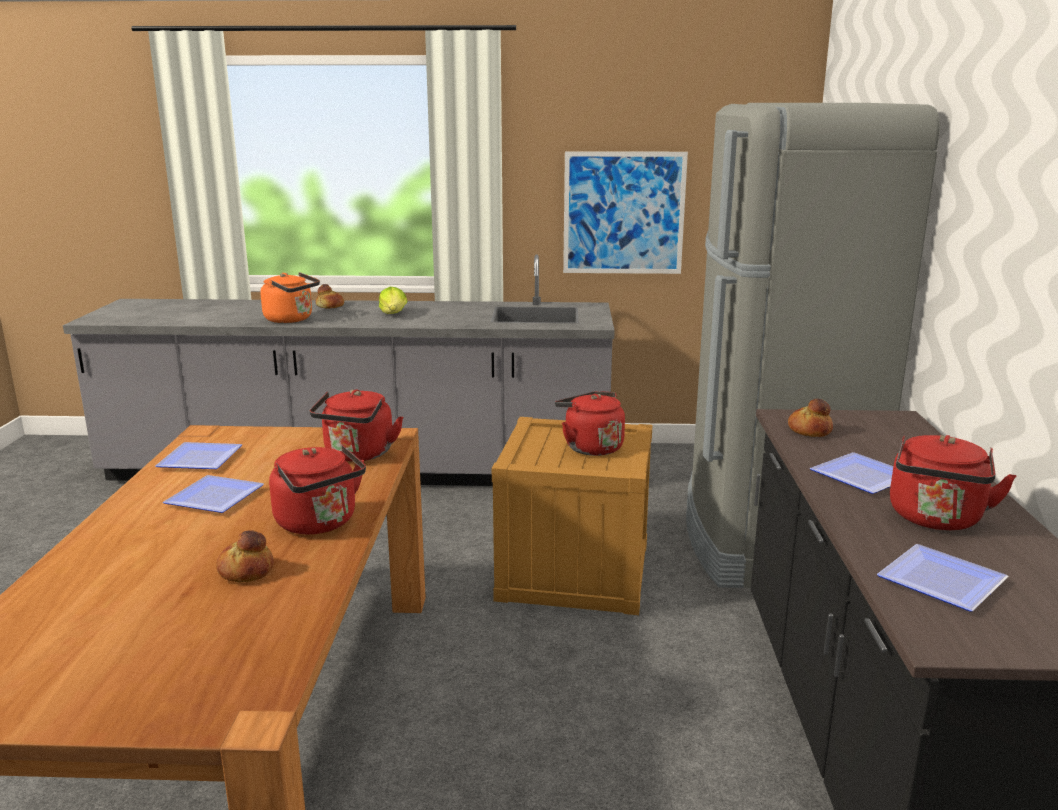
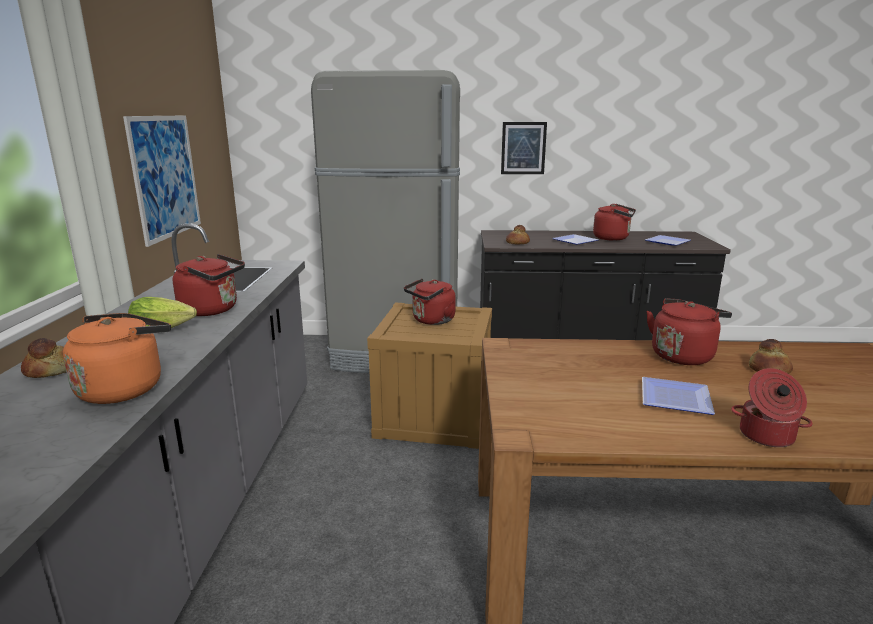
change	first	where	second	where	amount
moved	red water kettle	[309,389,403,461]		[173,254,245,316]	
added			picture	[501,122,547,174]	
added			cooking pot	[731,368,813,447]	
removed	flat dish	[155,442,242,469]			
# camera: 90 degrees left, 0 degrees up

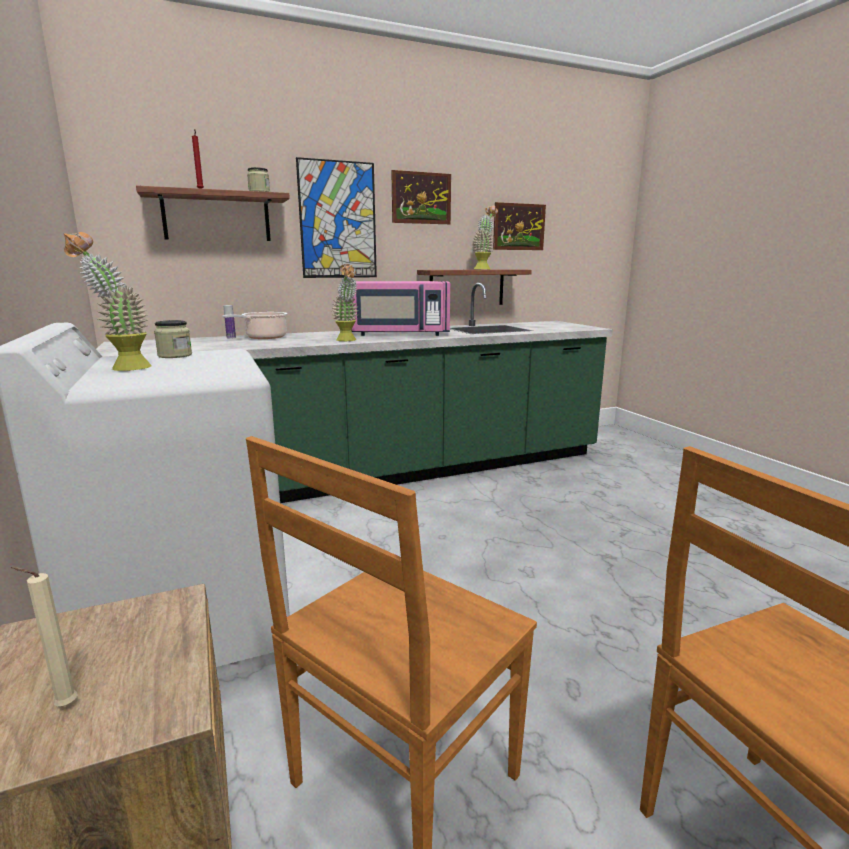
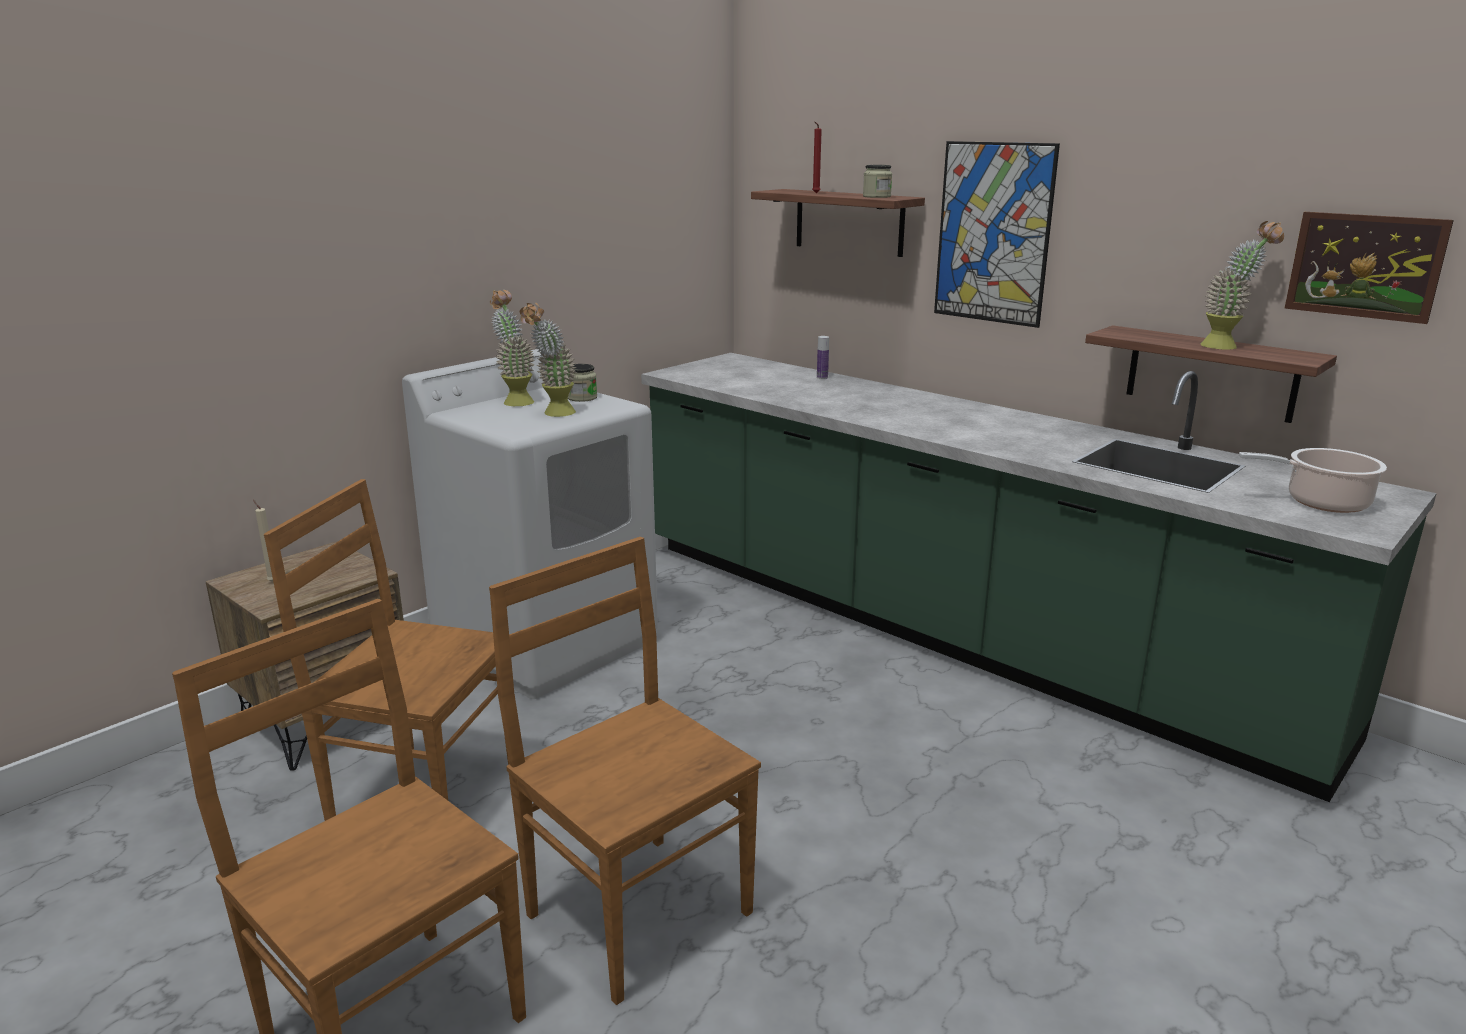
change	first	where	second	where	amount
added			brown plain chair	[489,537,761,1005]	
moved	plant in a pot	[332,264,358,341]		[520,303,577,417]	
moved	cooking pot	[222,312,287,339]		[1239,448,1387,513]	
removed	pink kitchen microwave	[351,281,450,336]			
removed	picture	[391,170,451,224]			
# camera: 65 degrees right, 5 degrees up

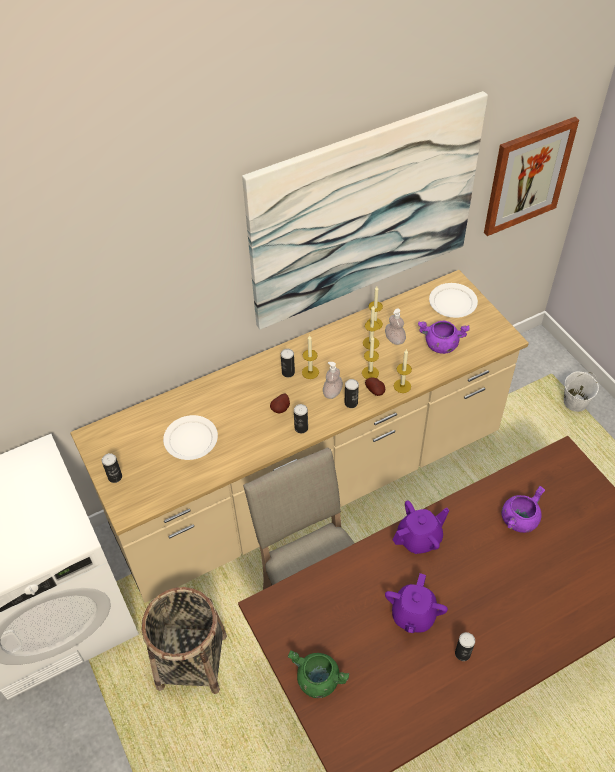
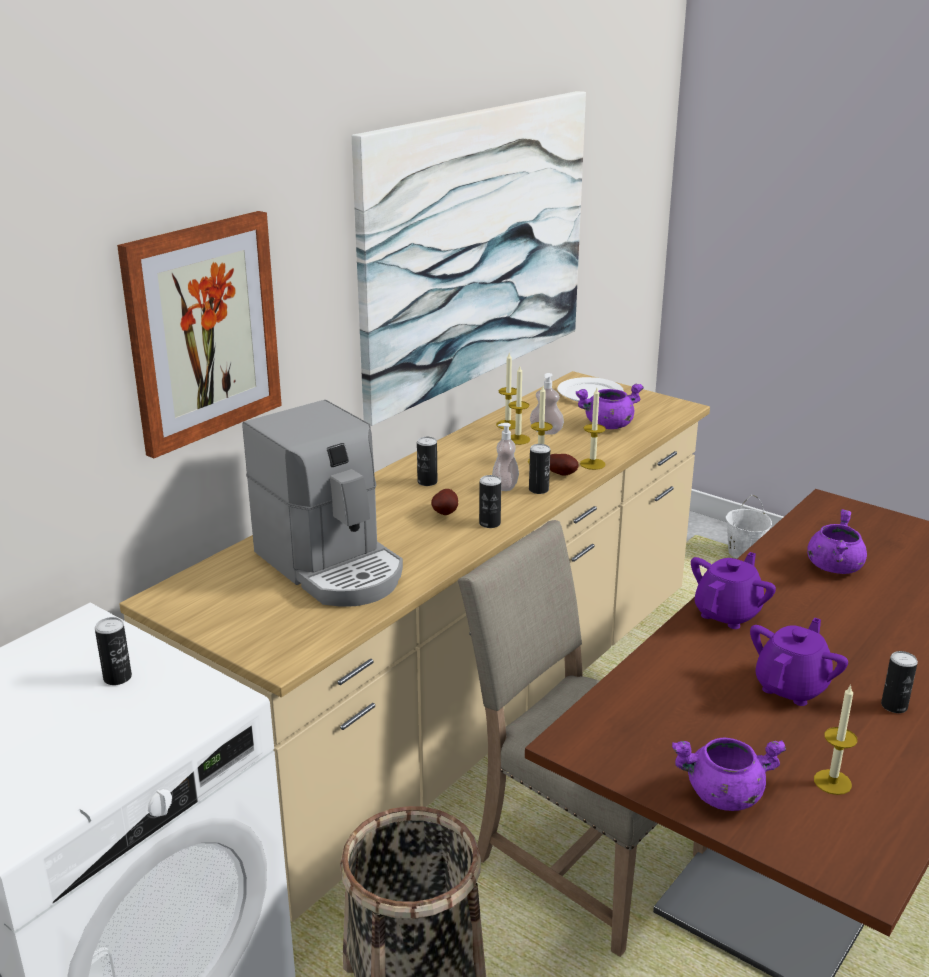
change	first	where	second	where	amount
moved	metal can	[102,453,122,483]		[95,617,132,685]	
moved	picture	[484,117,579,236]		[117,211,282,458]	
replaced	white flat dish	[163,415,218,460]	coffee machine	[243,400,403,607]	
recoloured	green-coloured cooking pot	[288,650,349,698]	purple-coloured cooking pot	[672,738,786,811]	
turned	purple-coloured pot for tea	[385,573,448,633]		[750,618,848,706]	135 degrees counterclockwise
moved	wax candle	[302,335,319,379]		[814,684,858,795]	
# camera: 25 degrees left, 25 degrees down

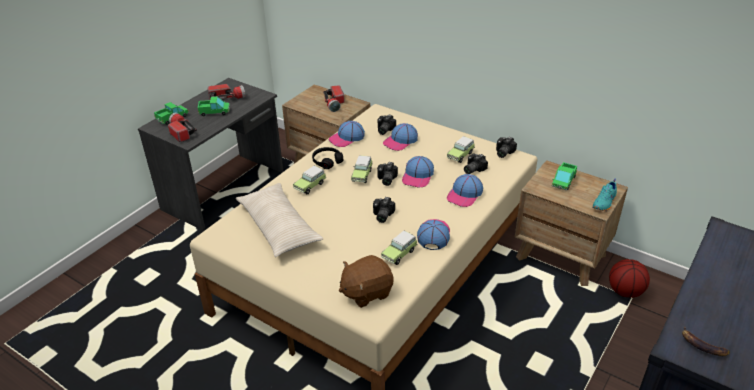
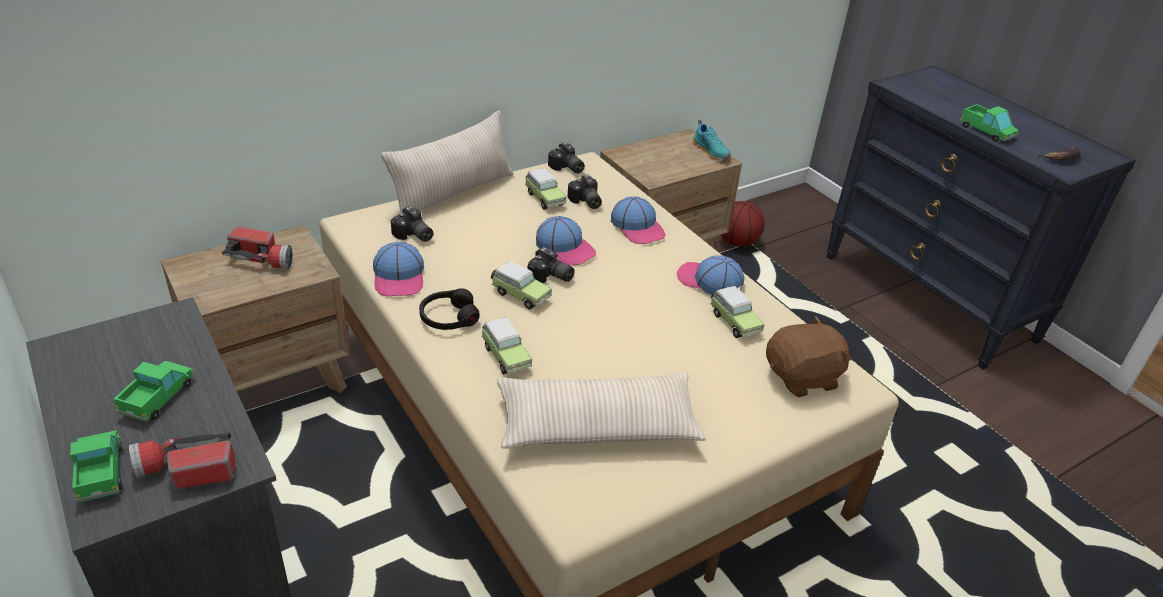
change	first	where	second	where	amount
added			beige cushion	[381,110,513,213]	
turned	brown cuddly toy	[339,255,393,308]		[766,316,852,397]	105 degrees counterclockwise
moved	toy truck	[552,162,577,190]		[960,104,1019,142]	
removed	torch	[208,84,246,99]			
removed	photo camera	[373,197,395,223]			
removed	peaked cap	[383,123,418,151]			
# camera: 70 degrees left, 0 degrees up

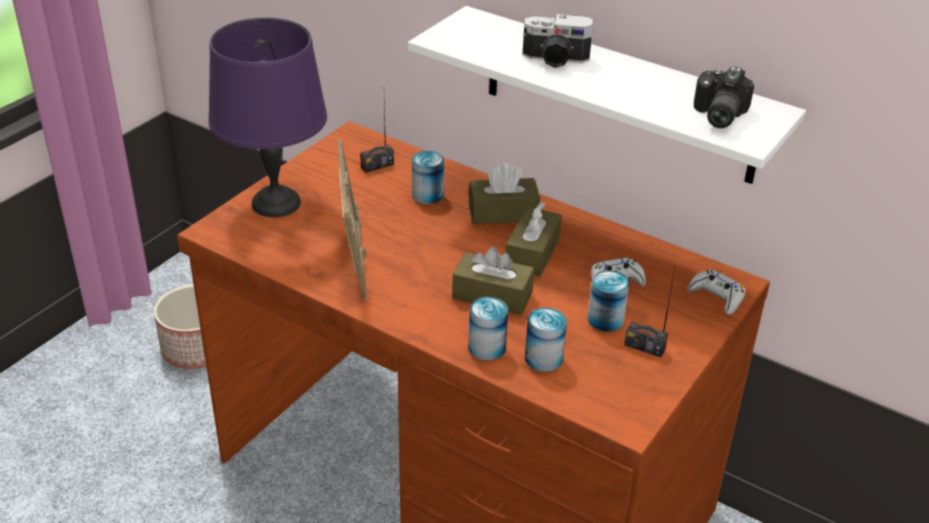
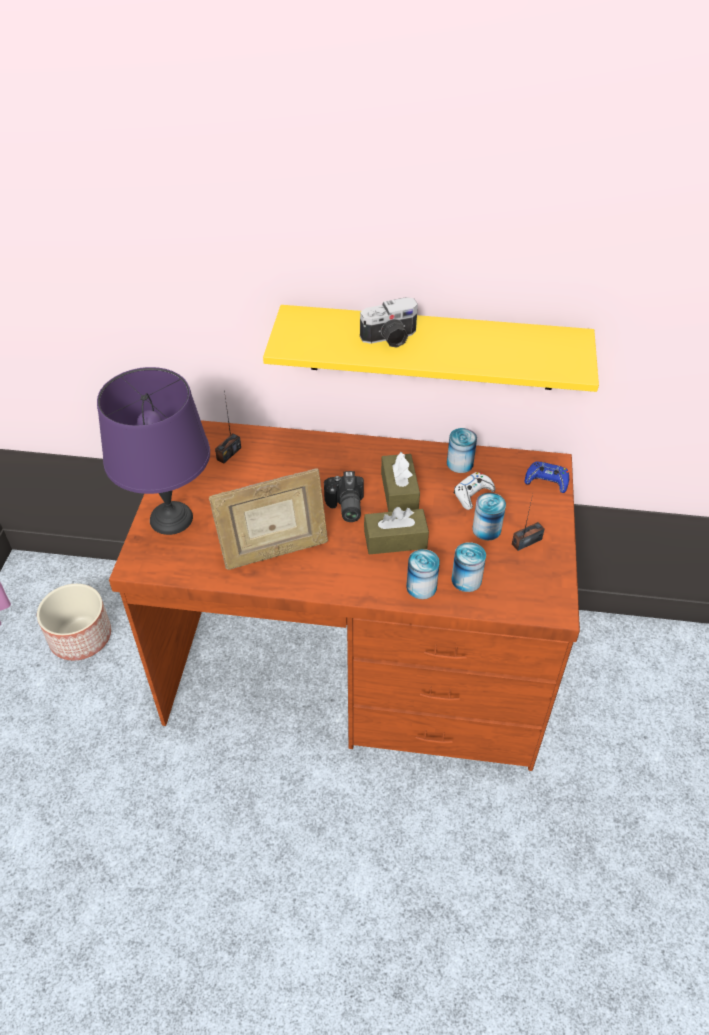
change	first	where	second	where	amount
turned	photo frame	[338,138,367,301]		[209,469,328,570]	105 degrees clockwise
recoloured	white bracket shelf	[408,6,806,184]	yellow-coloured bracket shelf	[263,305,599,392]	
moved	photo camera	[694,66,754,128]		[324,471,364,522]	
moved	metal can	[412,151,444,204]		[447,428,477,473]	
turned	radio set	[624,267,675,357]		[512,494,545,551]	150 degrees clockwise
recoloured	white game controller	[687,270,746,315]	blue game controller	[524,461,569,493]	
removed	brown tissue holder	[469,163,540,224]			
# camera: 25 degrees left, 10 degrees up

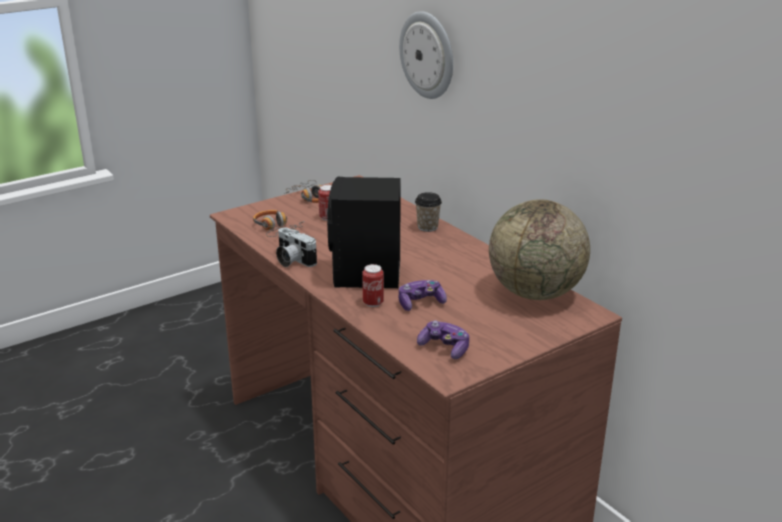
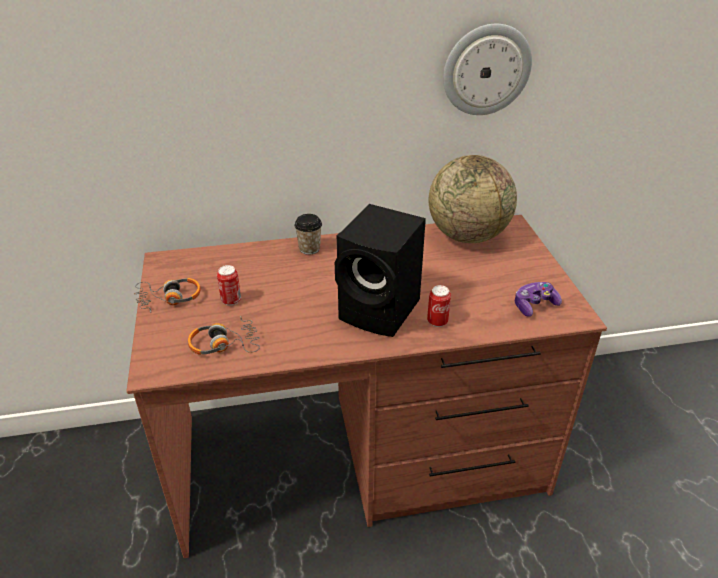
change	first	where	second	where	amount
moved	hanging clock	[399,11,453,99]		[443,24,532,115]	
removed	photo camera	[276,227,317,267]			
removed	game controller	[399,280,447,311]			
# camera: 65 degrees left, 10 degrees up

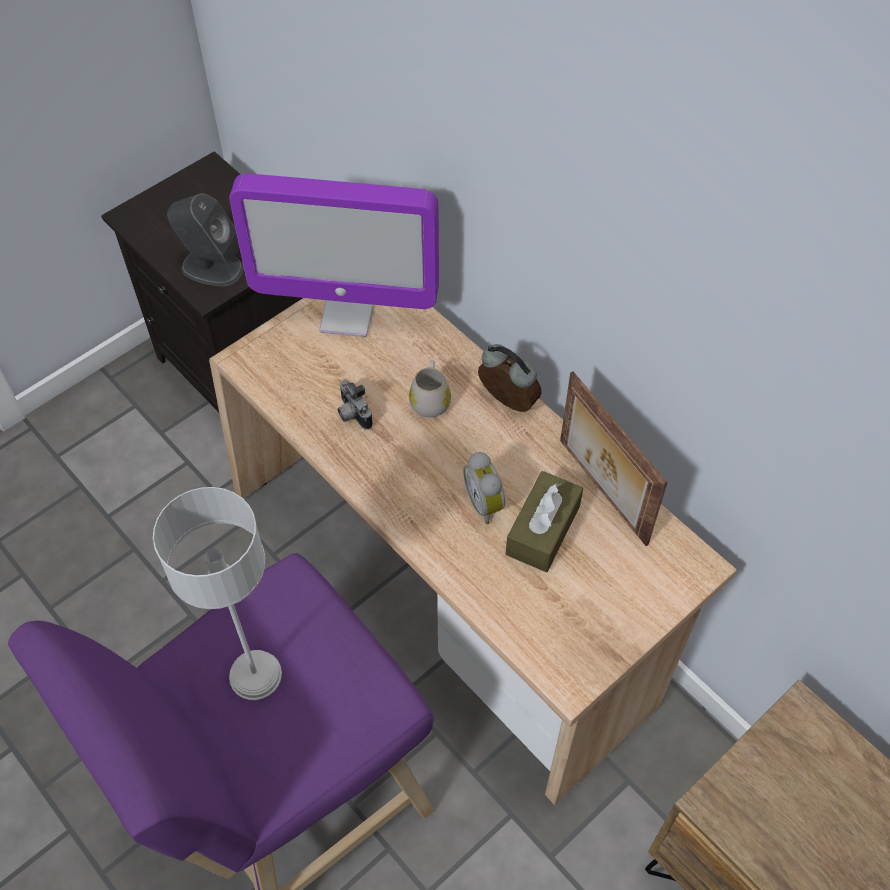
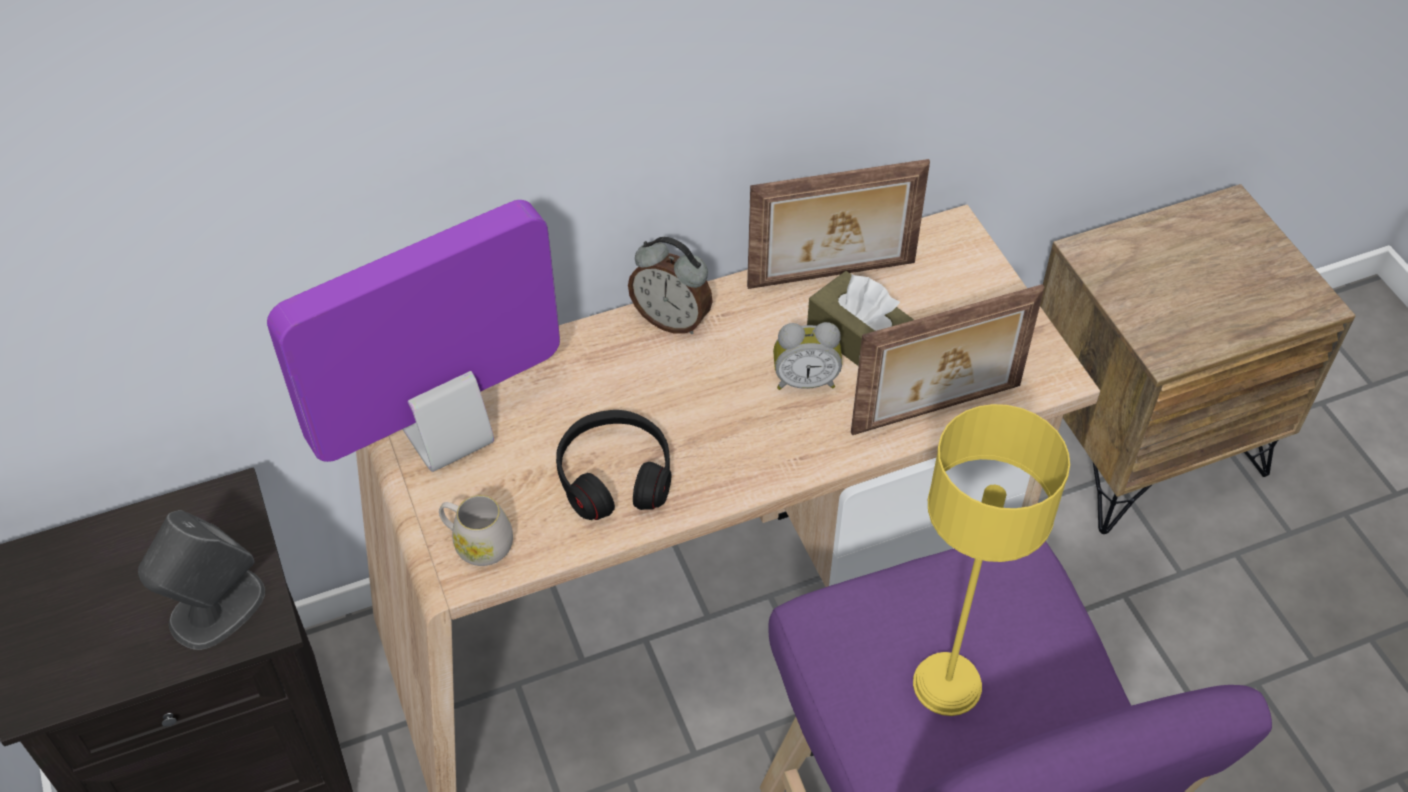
change	first	where	second	where	amount
turned	monitor	[229,173,439,337]		[267,200,560,472]	150 degrees counterclockwise
moved	white coffee mug	[409,360,451,418]		[439,495,513,566]	
replaced	photo camera	[337,379,373,430]	black headset	[556,410,671,520]	
turned	bedside clock	[478,344,542,412]		[628,237,713,334]	120 degrees counterclockwise
added			photo frame	[851,284,1045,435]	
recoloured	grey tabletop lamp	[153,487,282,700]	yellow-coloured tabletop lamp	[913,404,1070,716]	
# camera: 70 degrees left, 5 degrees down

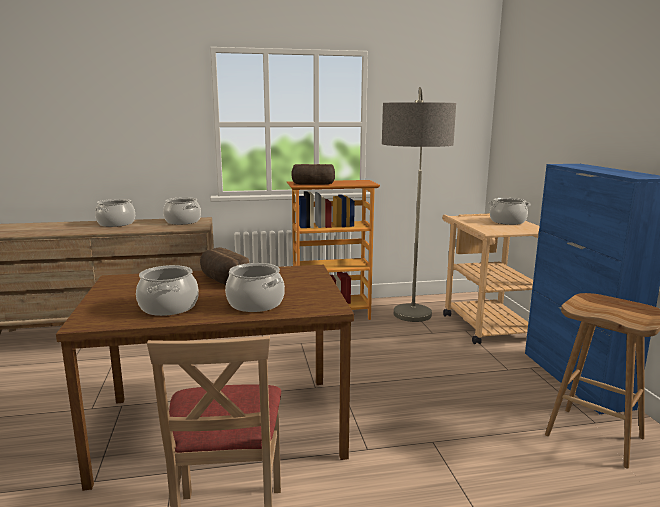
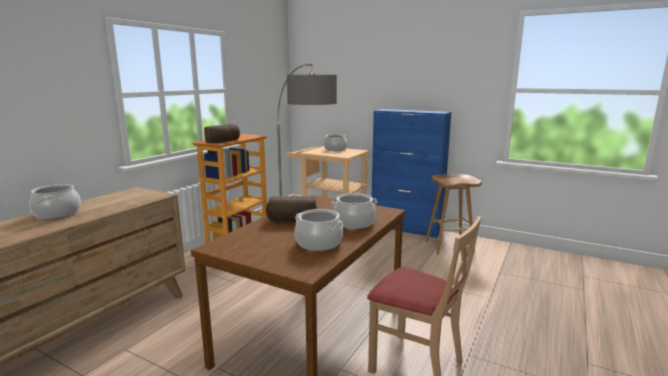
change	first	where	second	where	amount
removed	cooking pot	[163,197,201,225]			
# camera: 50 degrees left, 0 degrees up

